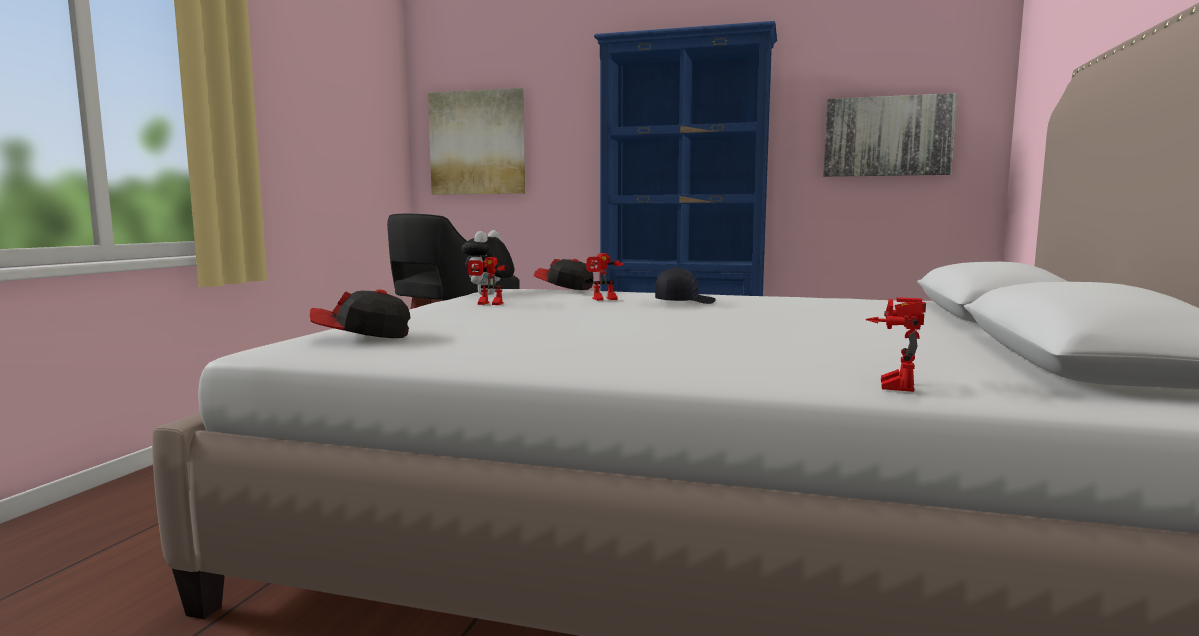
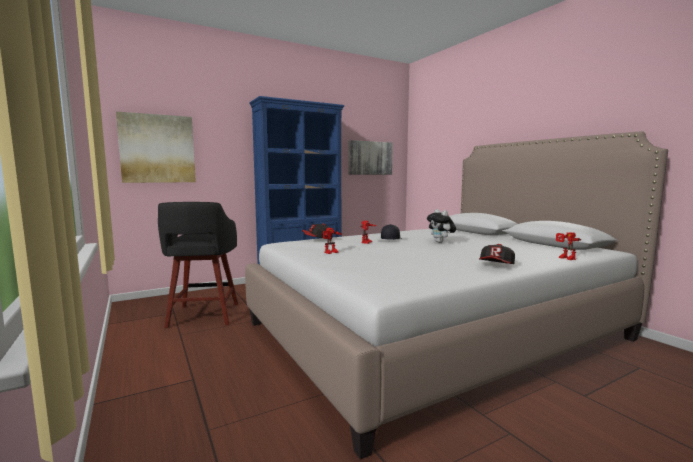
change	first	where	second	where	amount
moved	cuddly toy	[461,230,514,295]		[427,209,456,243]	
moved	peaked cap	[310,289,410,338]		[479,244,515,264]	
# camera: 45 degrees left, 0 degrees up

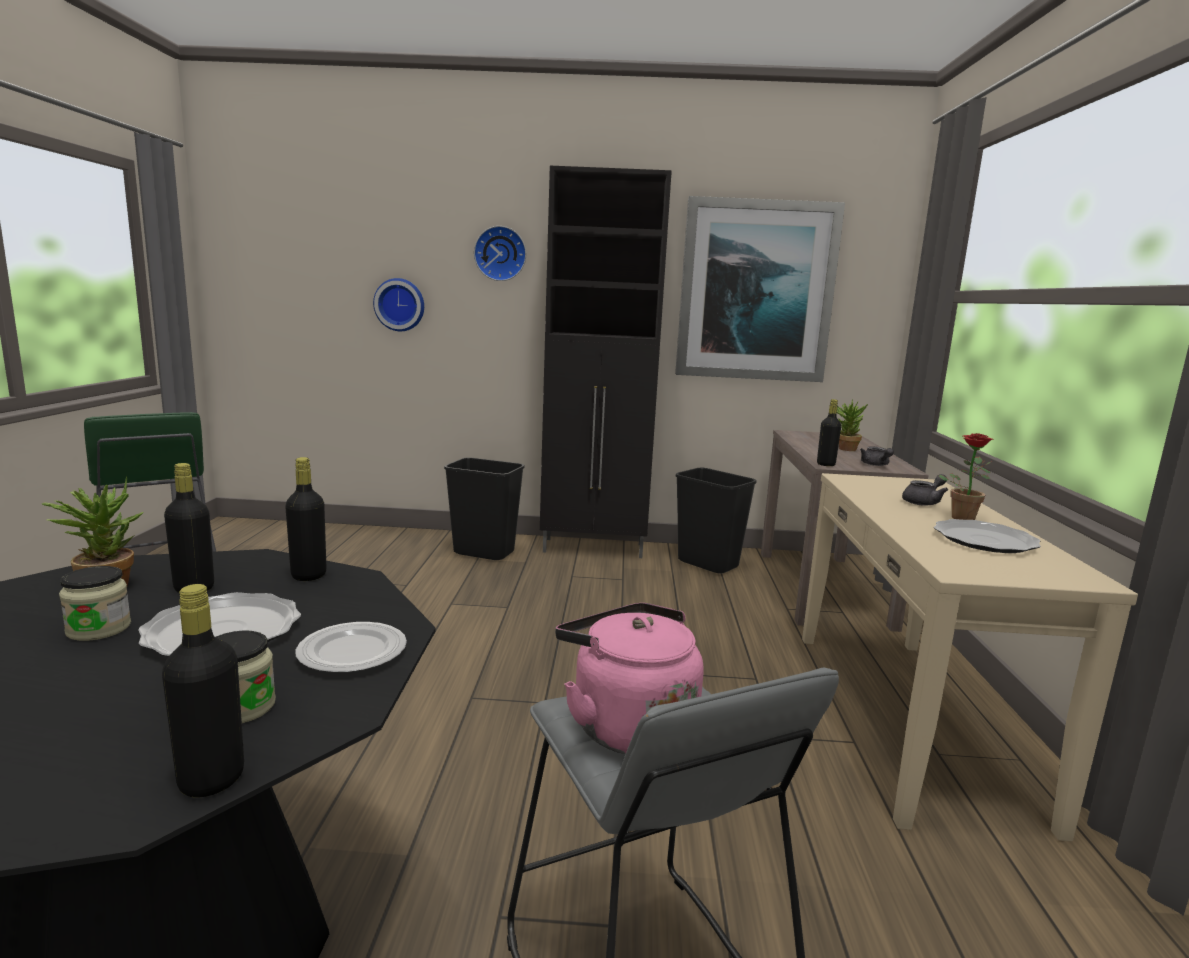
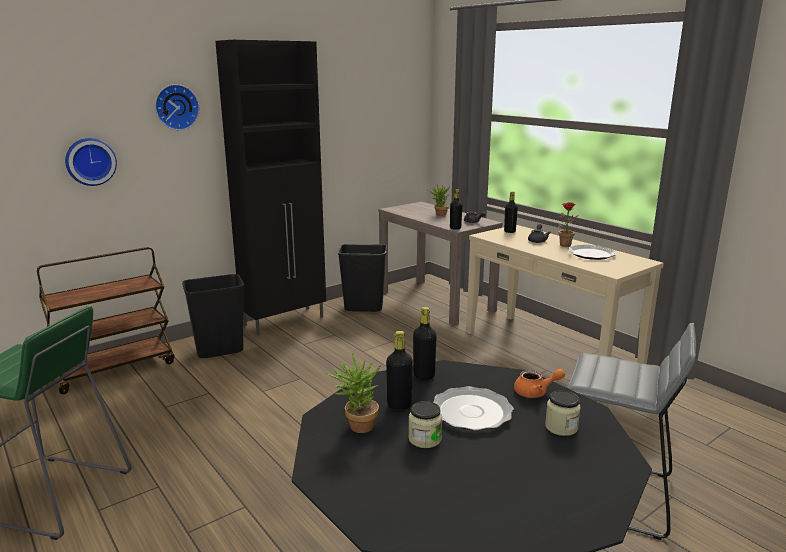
change	first	where	second	where	amount
added			brown trolley	[37,247,175,394]	
moved	black drink bottle	[162,584,244,797]		[504,191,518,233]	
replaced	flat dish	[296,622,407,673]	orangey pot for tea	[514,369,565,398]	
removed	pink water kettle	[555,603,703,754]			
removed	picture	[675,196,845,382]			
# camera: 40 degrees left, 5 degrees up

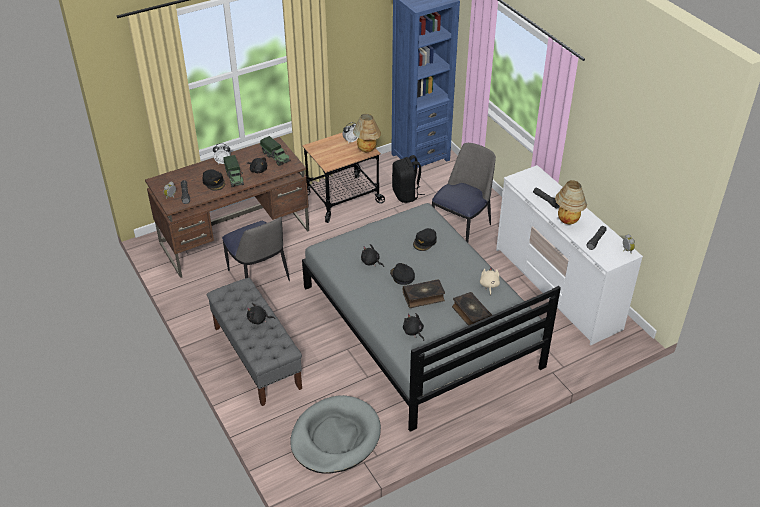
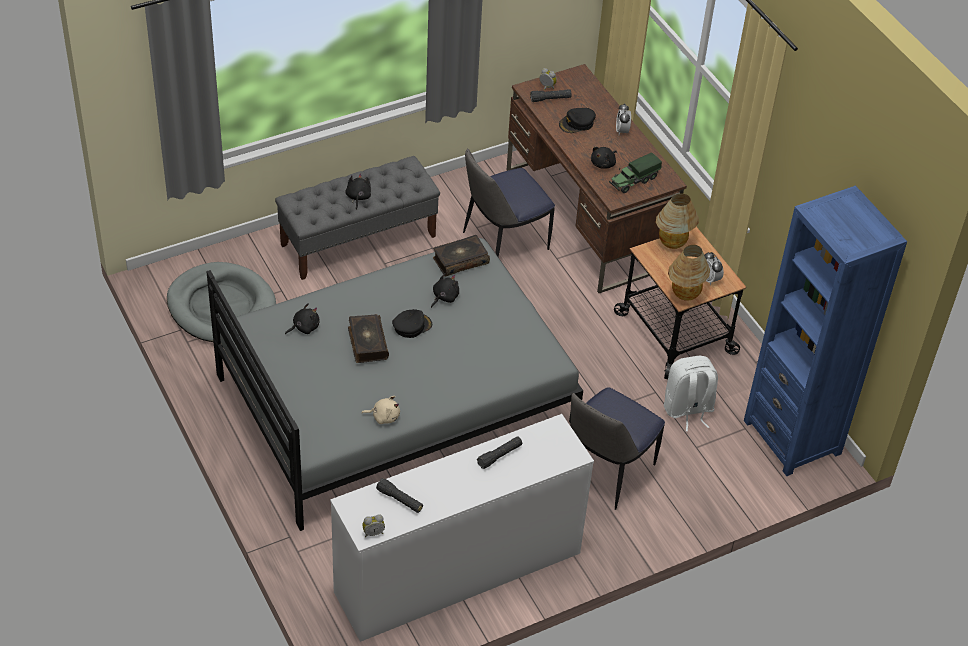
change	first	where	second	where	amount
moved	book	[452,292,492,326]		[433,235,490,277]	
turned	plain chair	[432,143,496,242]		[570,387,665,510]	90 degrees clockwise
moved	tabletop lamp	[555,180,587,224]		[656,194,699,249]	
recoloured	black knapsack	[392,155,425,203]	white knapsack	[664,356,718,432]	
removed	toy truck	[224,155,244,187]			
removed	black peaked cap	[413,228,437,251]			
# camera: 90 degrees right, 5 degrees up

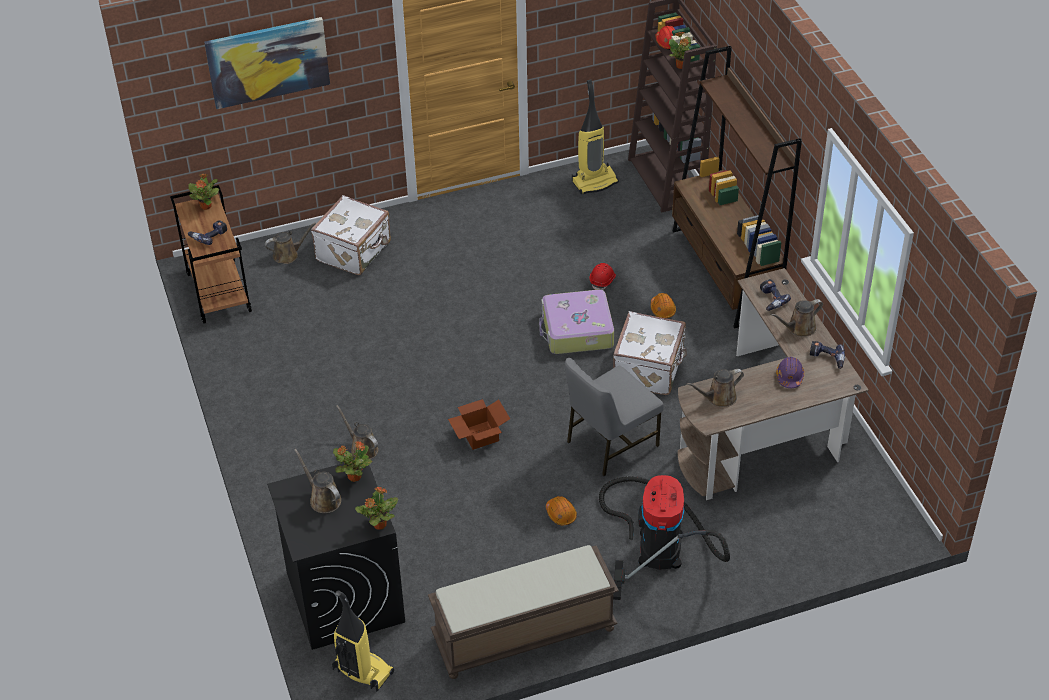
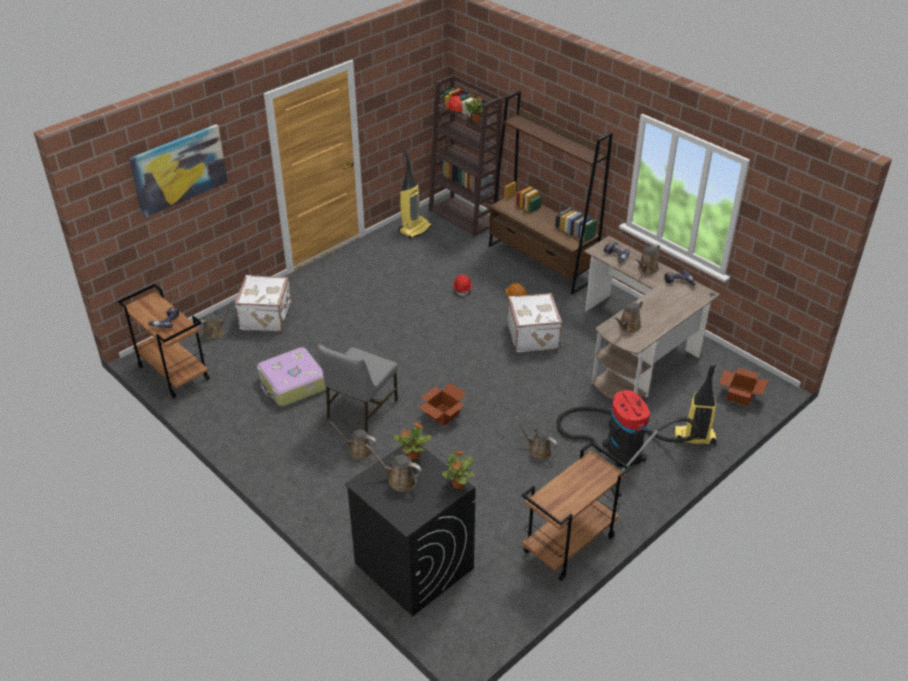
change	first	where	second	where	amount
moved	piece of luggage	[539,290,614,354]		[257,347,326,407]	
moved	grey plain chair	[565,358,664,476]		[318,345,398,433]	
replaced	orangey hard hat	[546,496,577,525]	brown watering can	[515,416,558,460]	
replaced	brown indoor bench	[428,545,619,679]	brown trolley	[522,442,631,581]	
moved	hoover	[332,591,394,692]		[673,363,717,446]	
added			cardboard box	[719,368,768,406]	
removed	plant in a pot	[188,174,219,210]			
removed	purple-coloured hard hat	[776,357,804,388]			
# camera: 25 degrees left, 5 degrees down

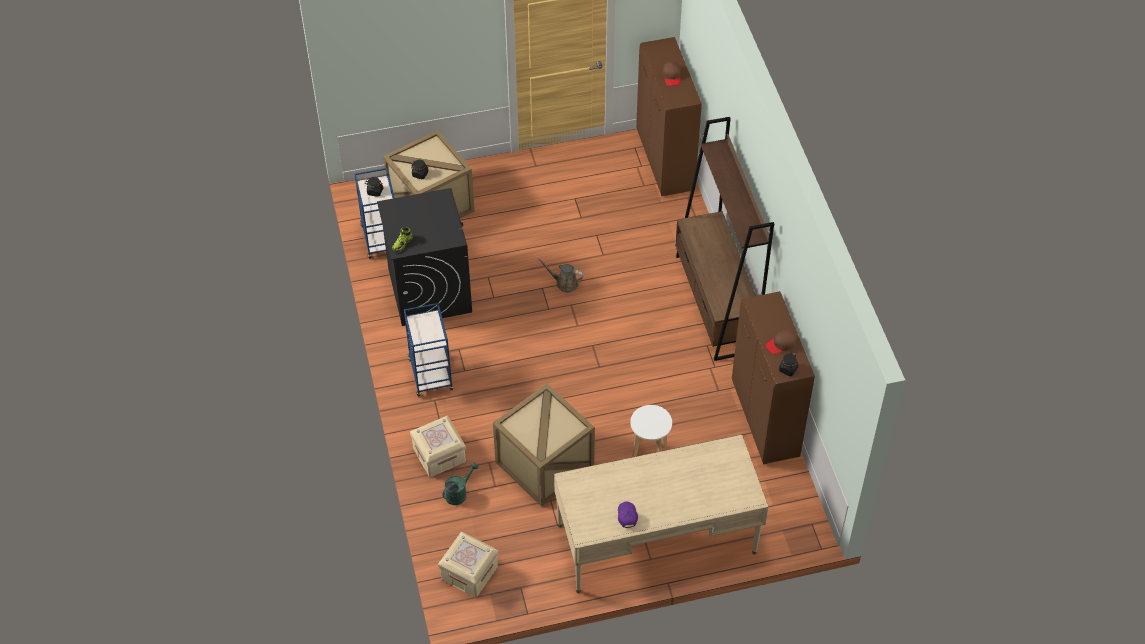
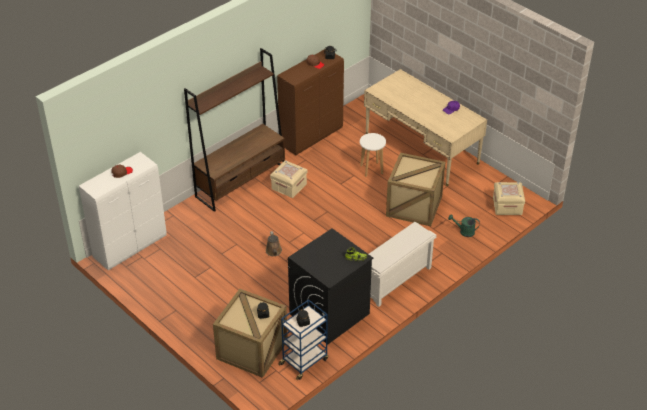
change	first	where	second	where	amount
recoloured	brown storage cabinet	[636,37,702,196]	white storage cabinet	[79,152,167,270]	
moved	beige storage box	[410,416,466,477]		[270,160,307,198]	
replaced	blue trolley	[404,303,454,397]	white shoe rack	[369,222,436,307]	
# camera: 120 degrees left, 10 degrees down

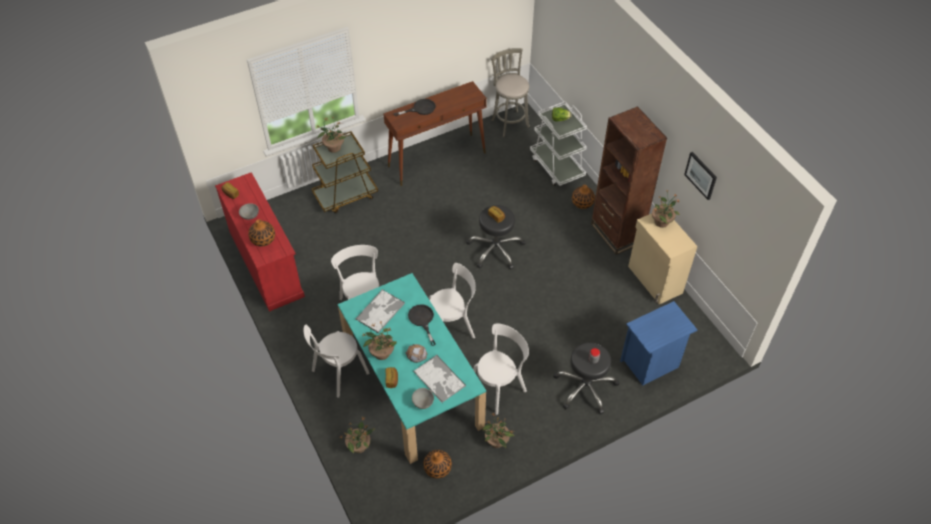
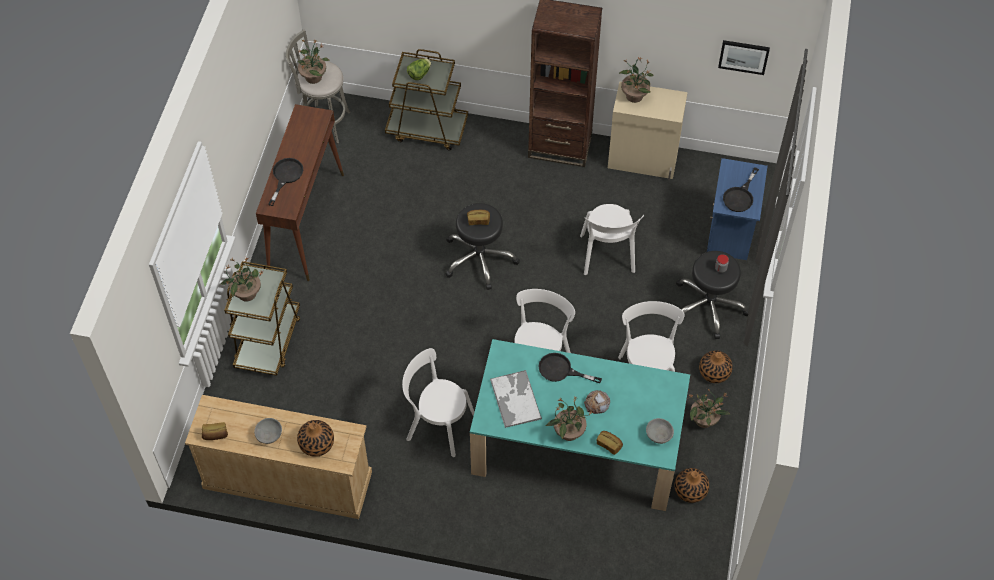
change	first	where	second	where	amount
recoloured	red chest of drawers	[215,172,305,312]	beige chest of drawers	[185,395,372,519]	
moved	plant in a pot	[340,418,375,453]		[298,39,330,84]	
recoloured	white trolley	[530,101,587,186]	brown trolley	[385,49,468,151]	
moved	white plain chair	[304,325,369,398]		[580,204,644,275]	
moved	vase	[572,185,595,209]		[699,350,732,383]	
moved	picture	[684,152,717,200]		[718,40,770,75]	
added			black pan	[723,167,759,212]	
removed	carrying tray	[413,355,466,403]			
# camera: 50 degrees left, 5 degrees up

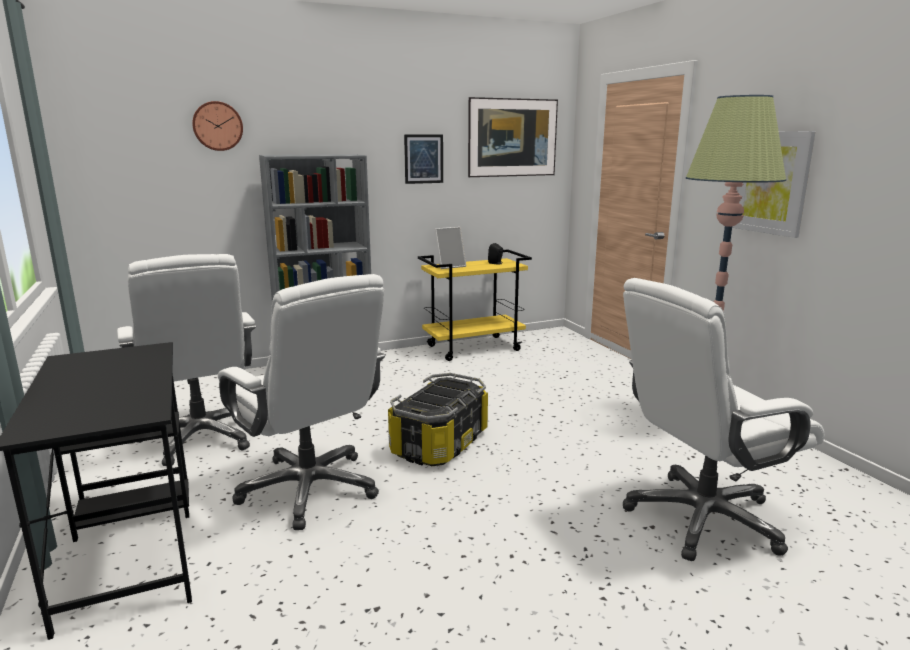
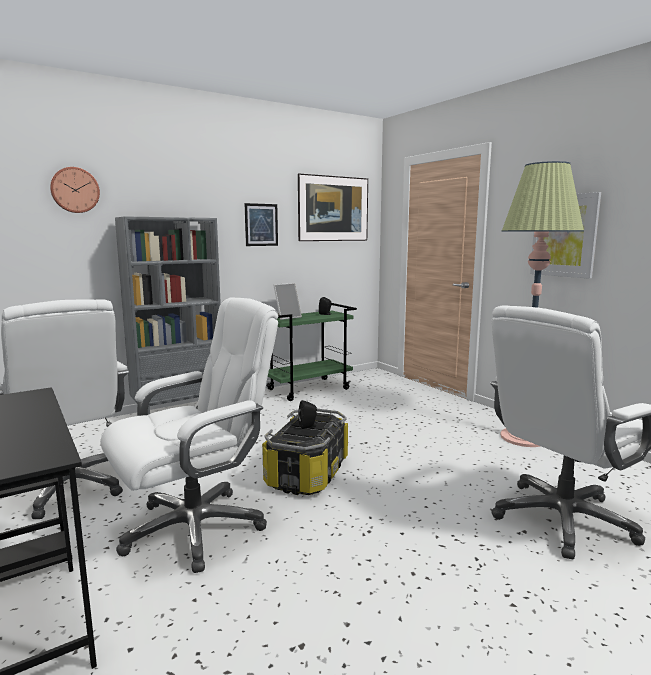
change	first	where	second	where	amount
turned	white office chair	[218,274,385,530]		[100,297,278,573]	75 degrees counterclockwise
recoloured	yellow-coloured trolley	[418,249,532,361]	green-coloured trolley	[266,303,357,401]	
added			black audio speaker	[298,400,317,429]	
# camera: 10 degrees left, 5 degrees down

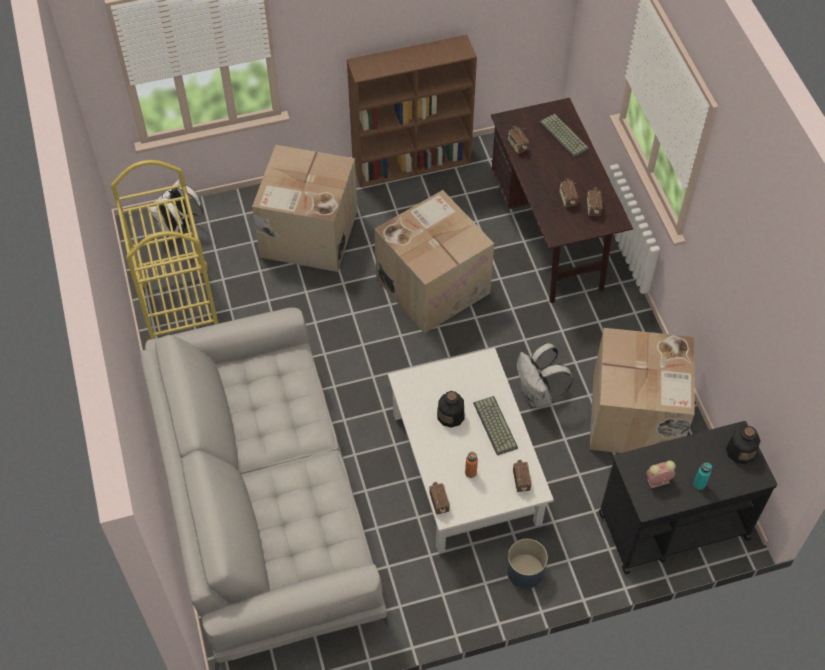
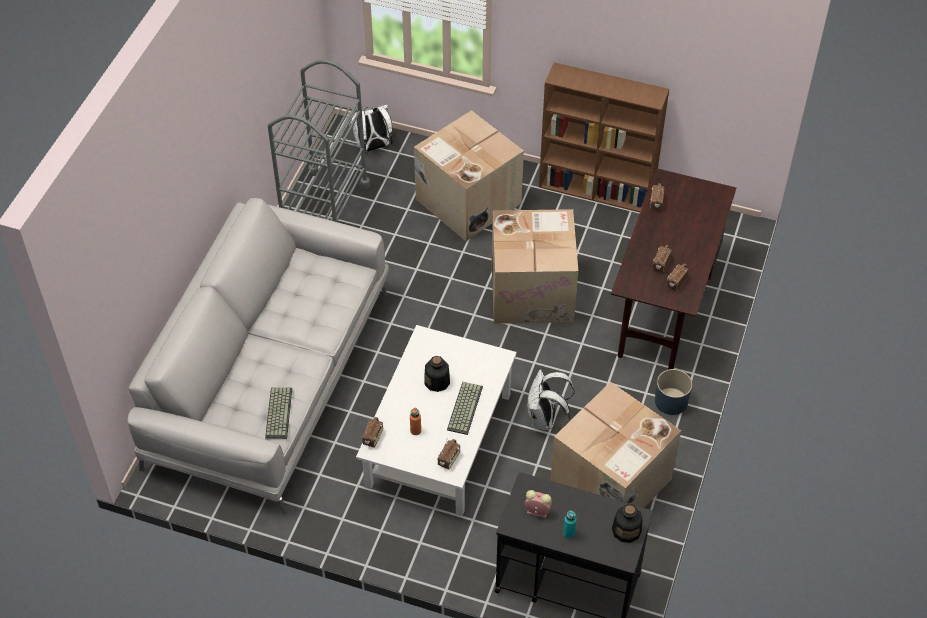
change	first	where	second	where	amount
moved	keyboard	[539,114,590,158]		[265,387,292,439]	
recoloured	yellow-coloured trolley	[111,160,218,339]	grey trolley	[268,59,370,222]	
moved	blue flower pot	[507,539,548,589]		[655,369,692,415]	
# camera: 35 degrees right, 5 degrees down

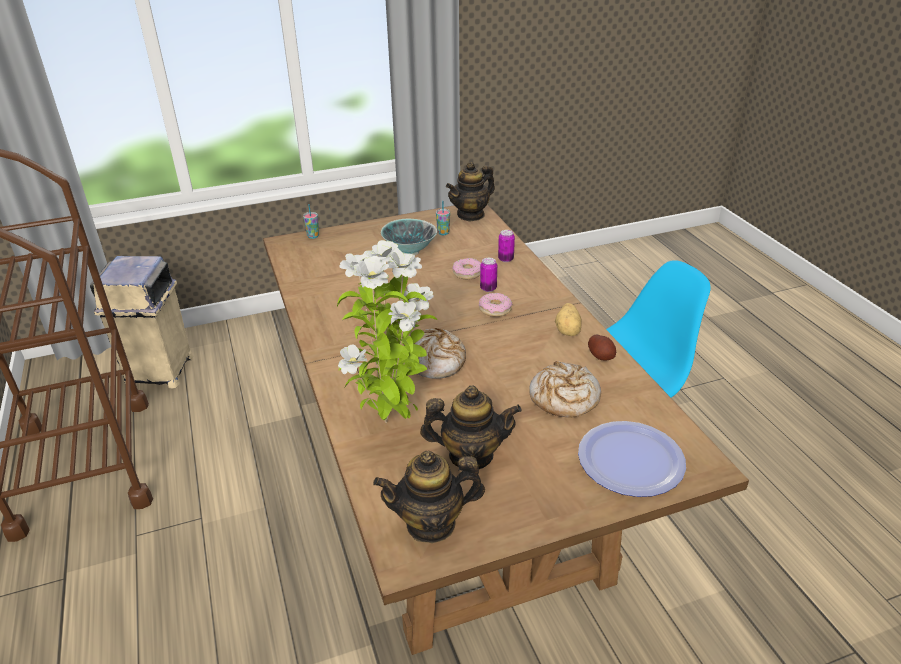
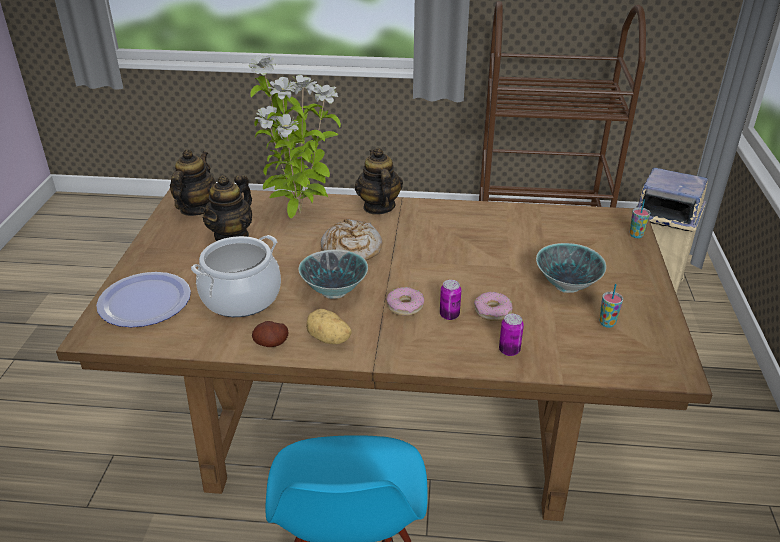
change	first	where	second	where	amount
replaced	baked bread	[529,361,601,418]	cooking pot	[191,235,281,317]	
added			deep dish	[298,249,368,299]	
moved	pot for tea	[446,162,495,222]		[355,148,403,215]	
# camera: 115 degrees right, 0 degrees up

